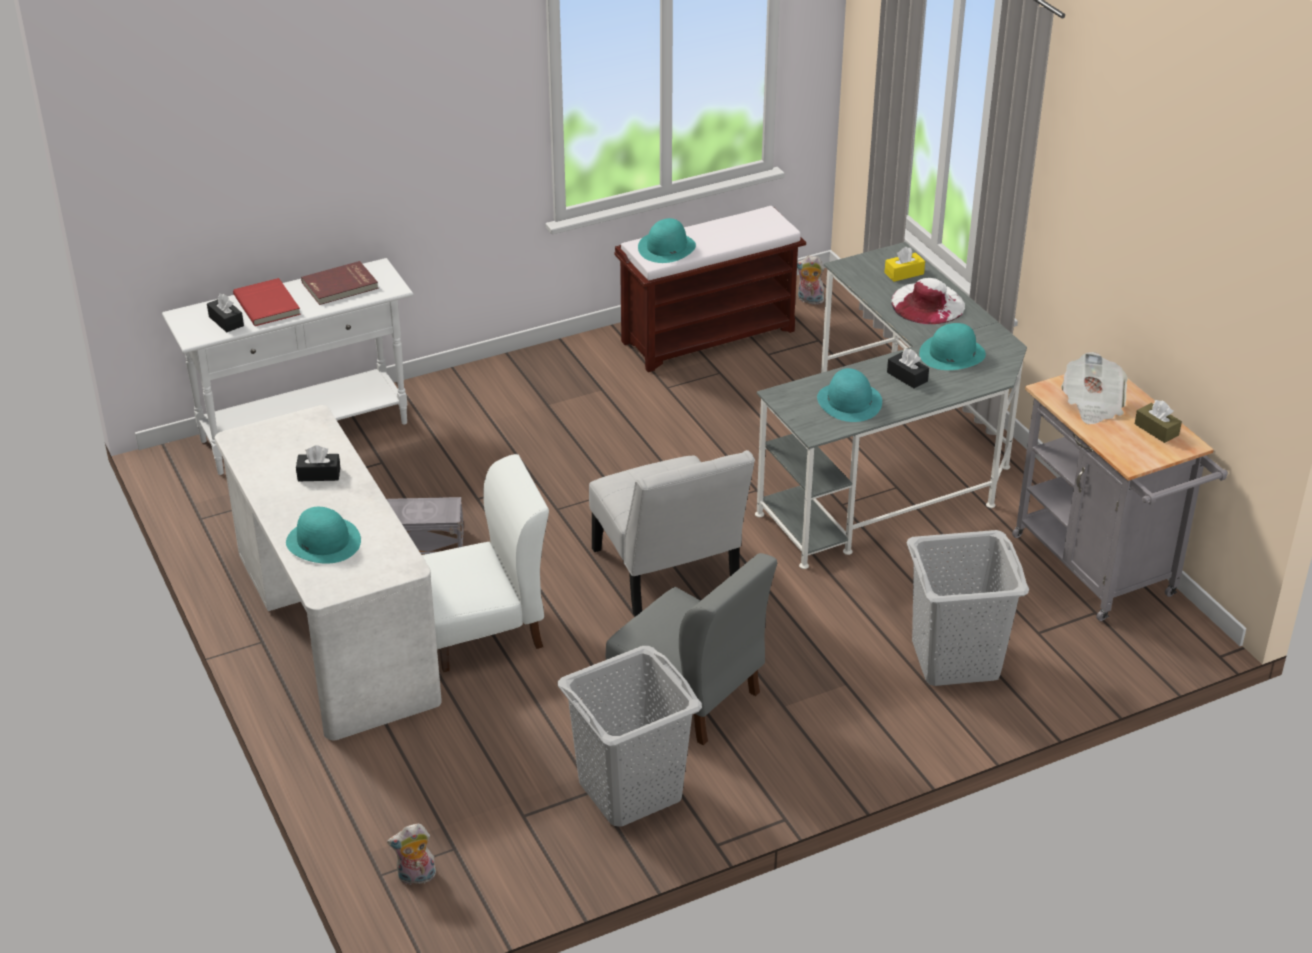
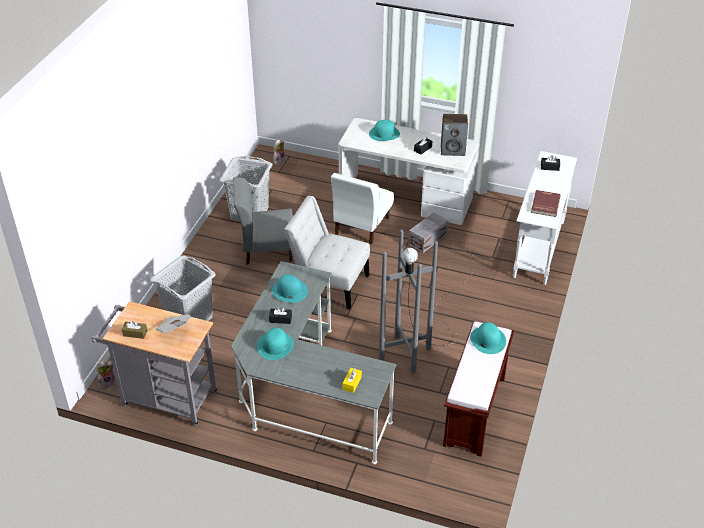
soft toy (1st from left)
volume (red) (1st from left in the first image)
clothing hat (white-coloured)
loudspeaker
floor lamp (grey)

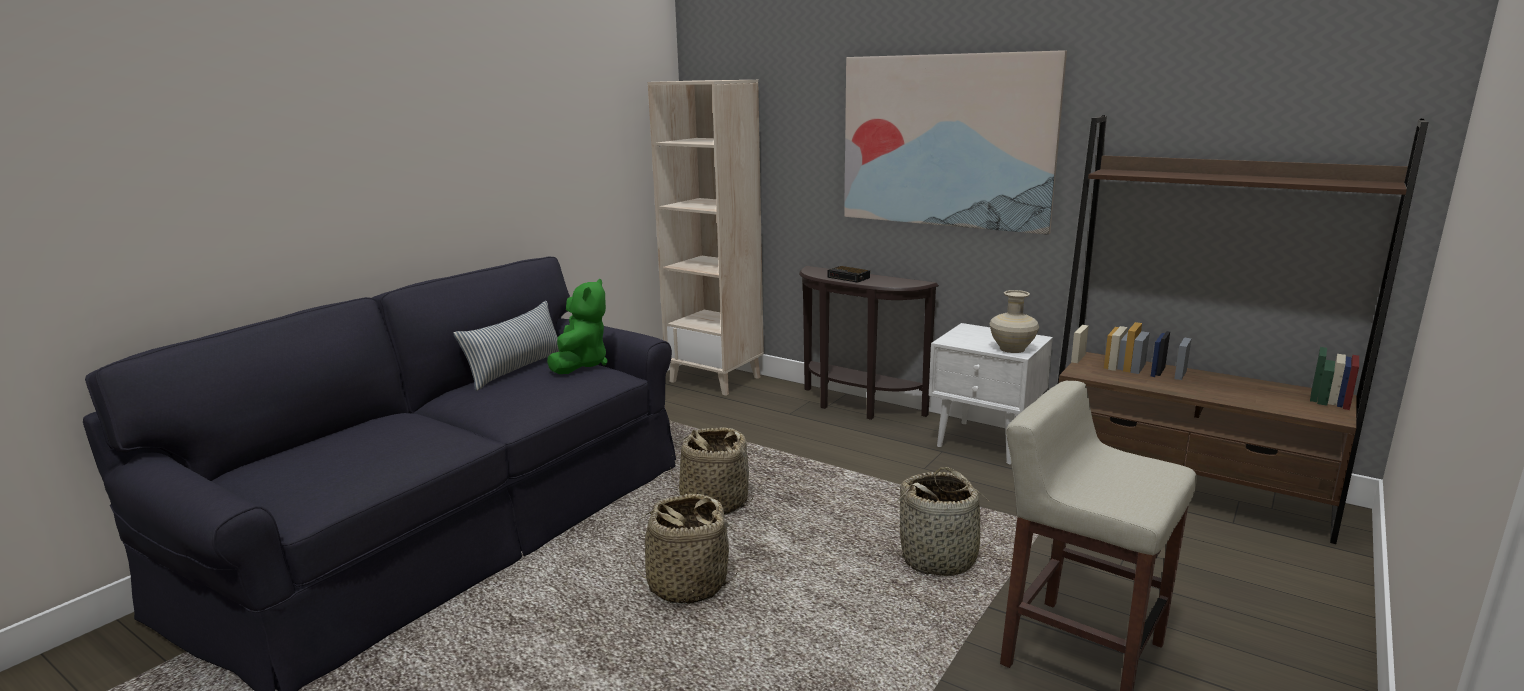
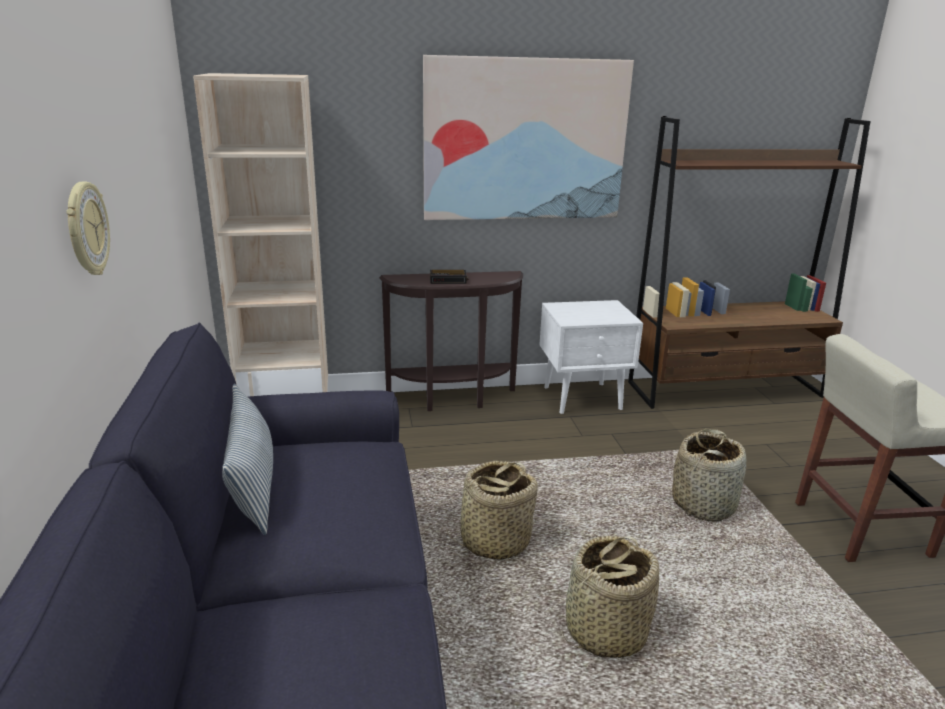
soft toy (greenish)
flower vase (sand-coloured)
hanging clock

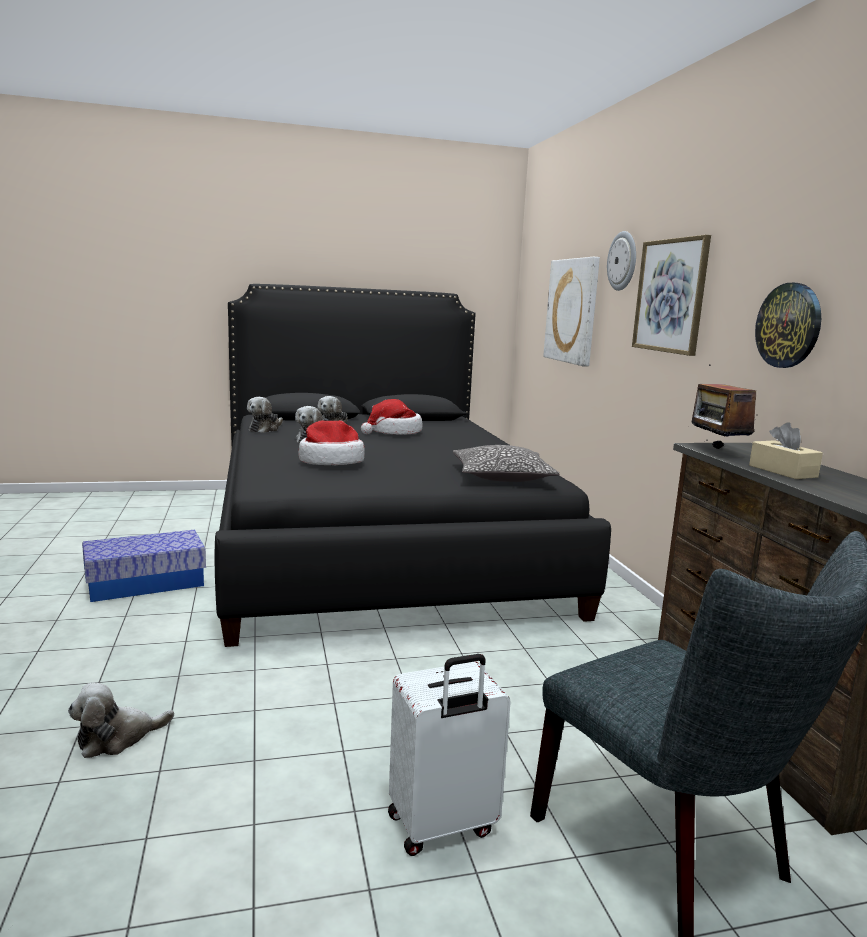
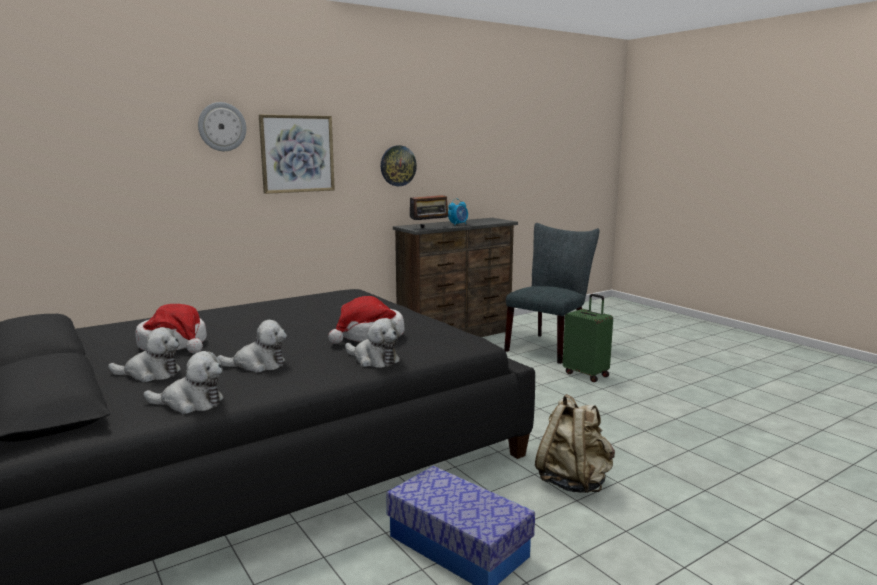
wall art (1st from left in the first image)
alarm clock
throw pillow
travel case (greenish)
soft toy (4th from left)
rucksack (sand-coloured)

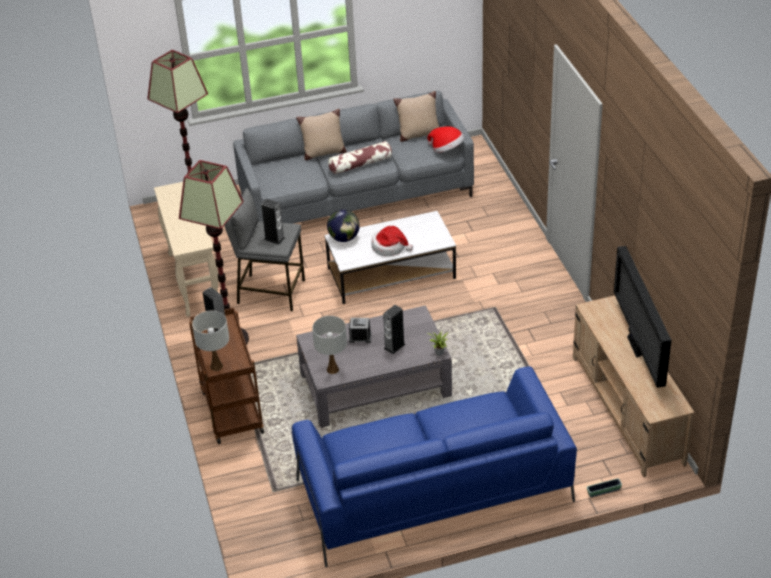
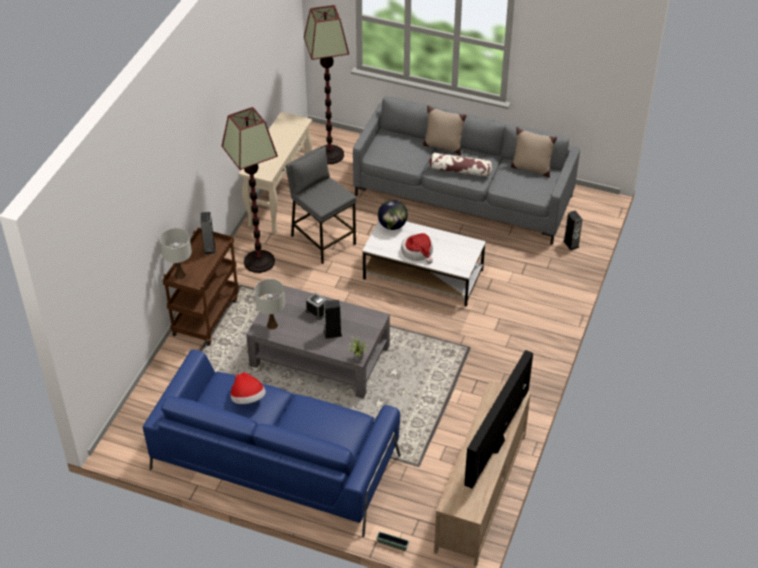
clothing hat (1st from left)
loudspeaker (3rd from left)

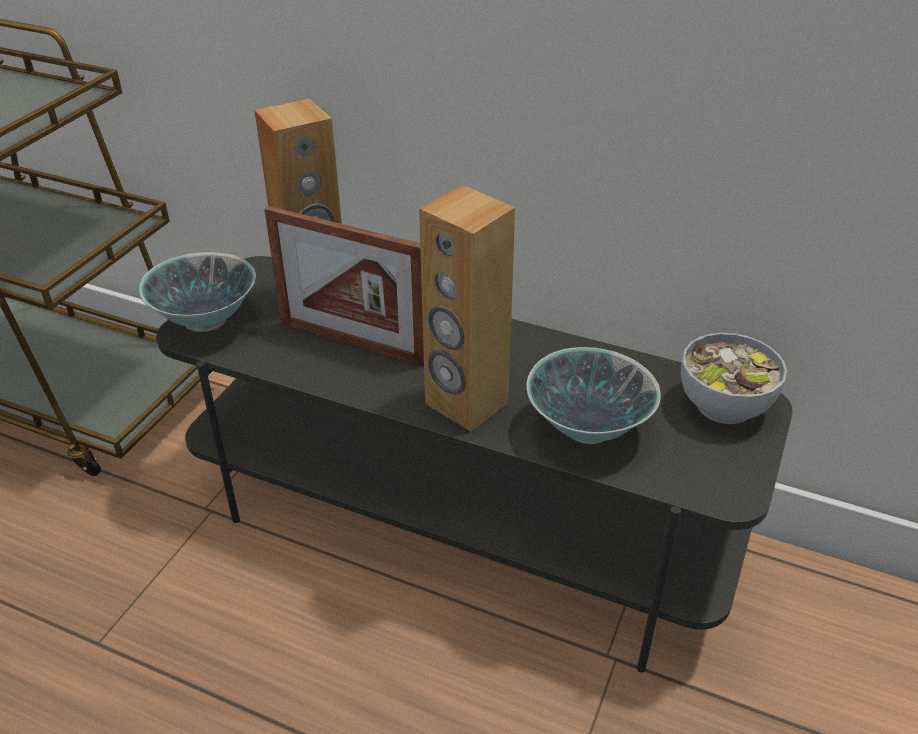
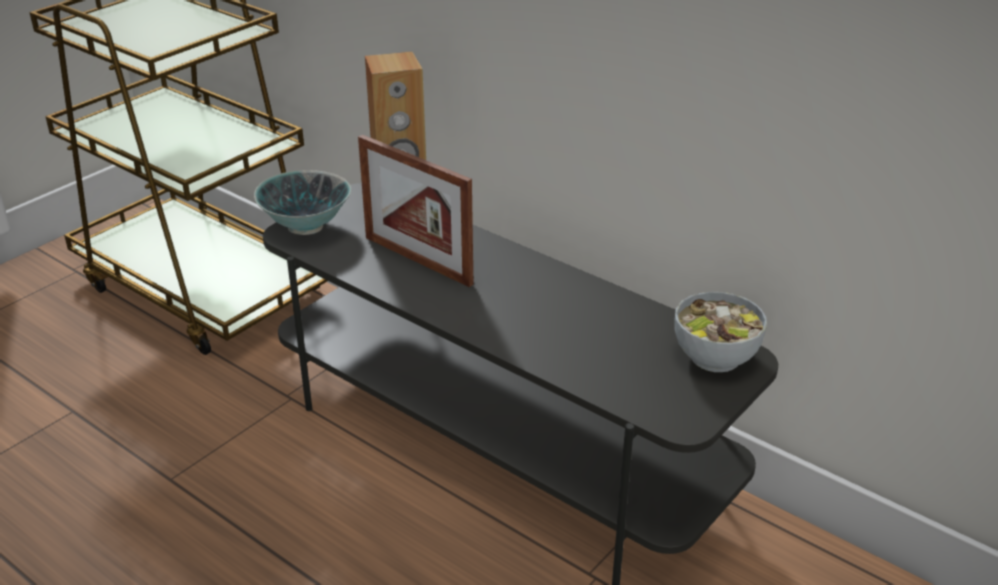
loudspeaker (brown) (2nd from left in the first image)
serving bowl (2nd from left in the first image)

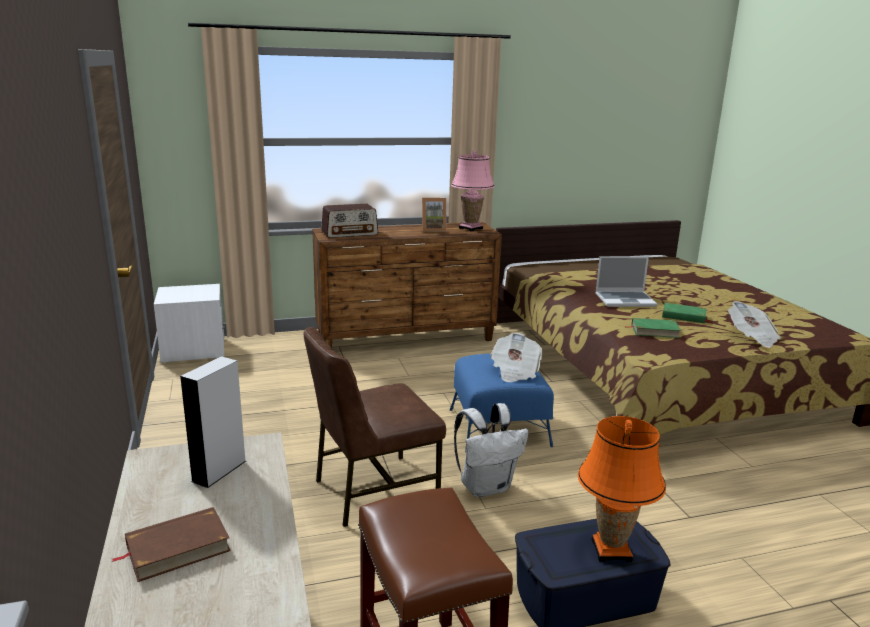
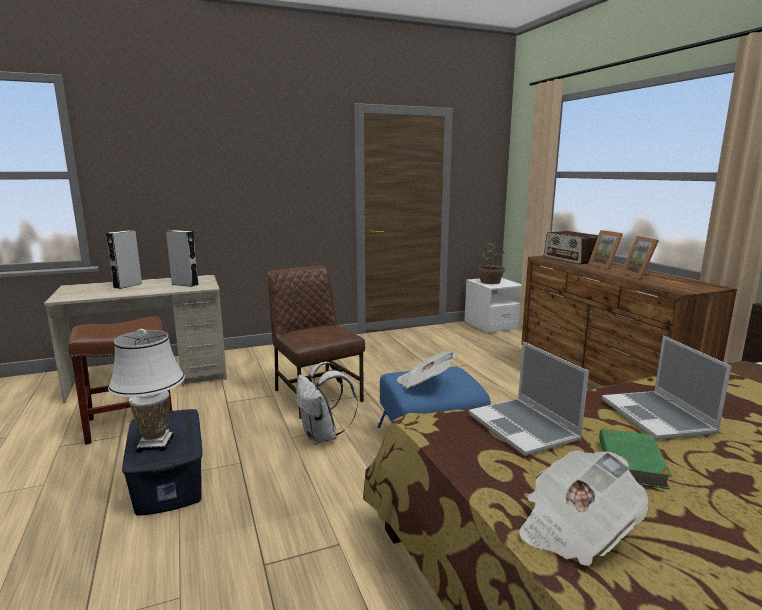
tabletop lamp (pinkish)
notebook computer (1st from left)
tabletop lamp (white-coloured)
loudspeaker (grey) (1st from left)
standing frame (1st from left)
potted plant

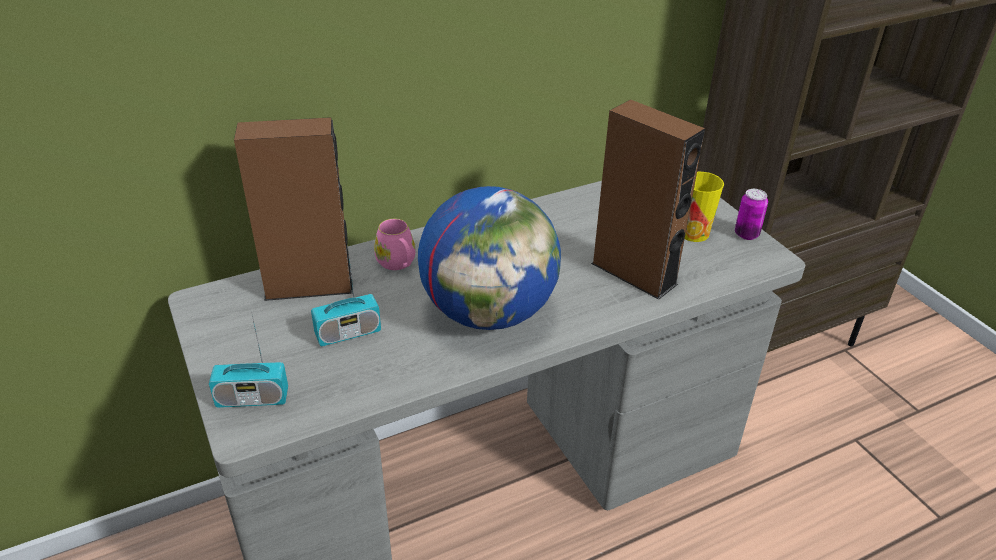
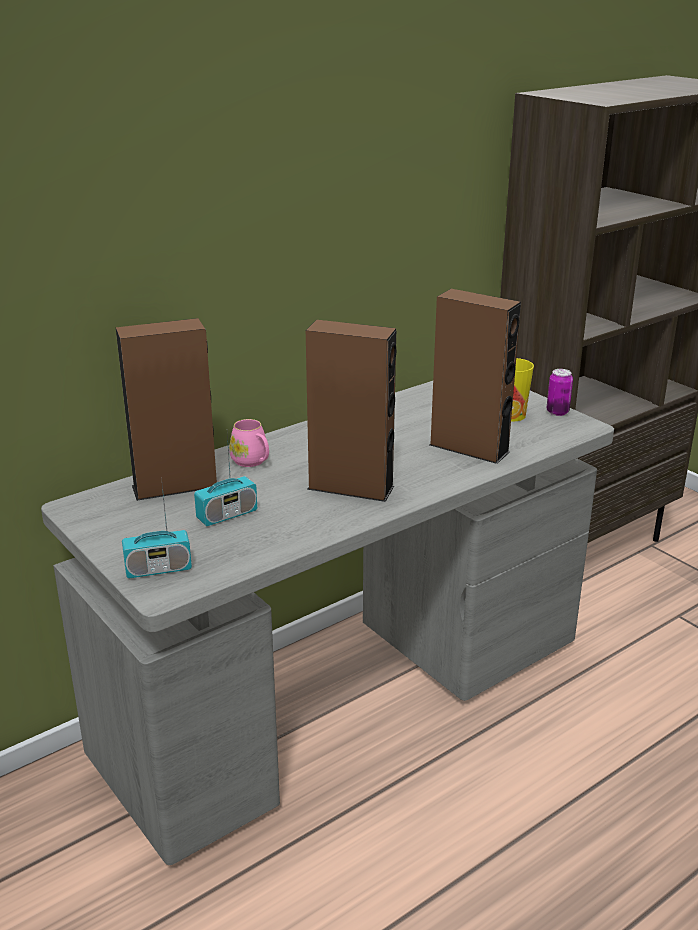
loudspeaker (brown) (2nd from left)

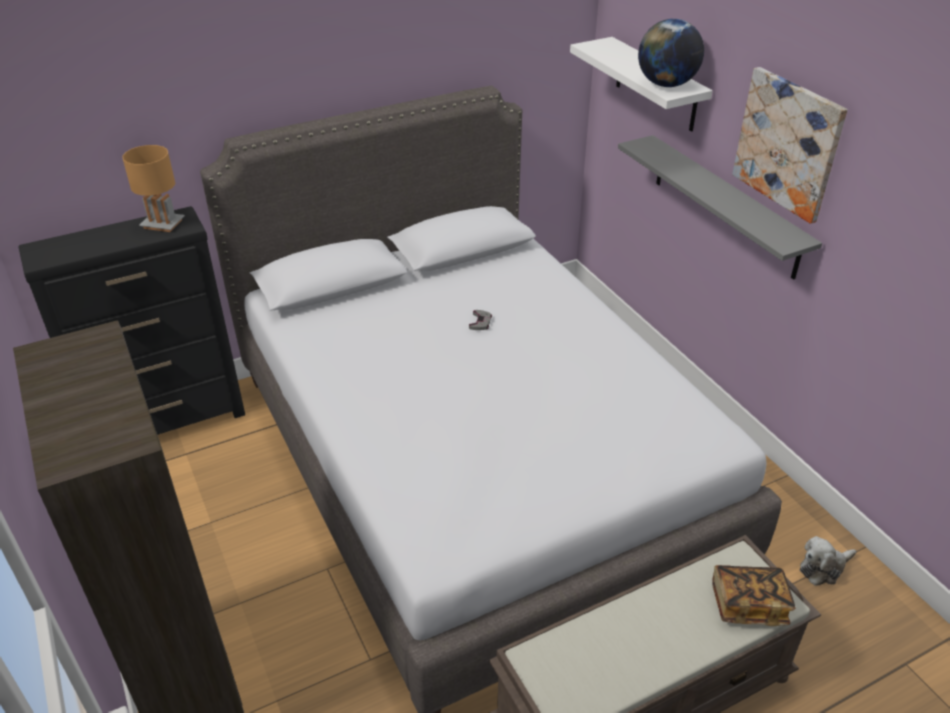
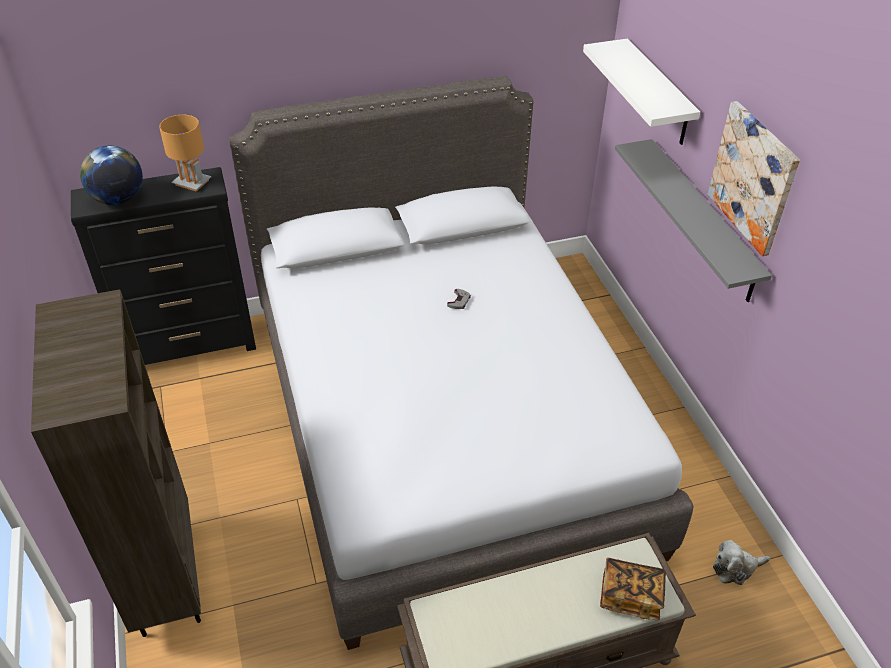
world globe

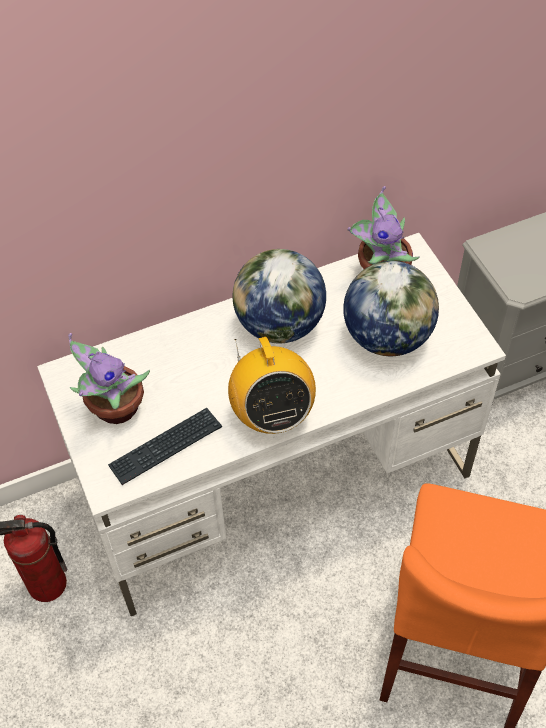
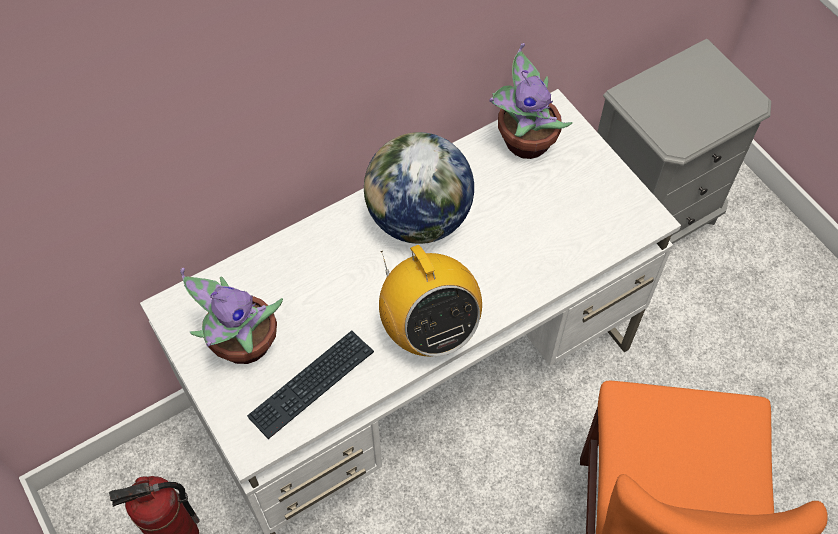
world globe (2nd from left in the first image)

